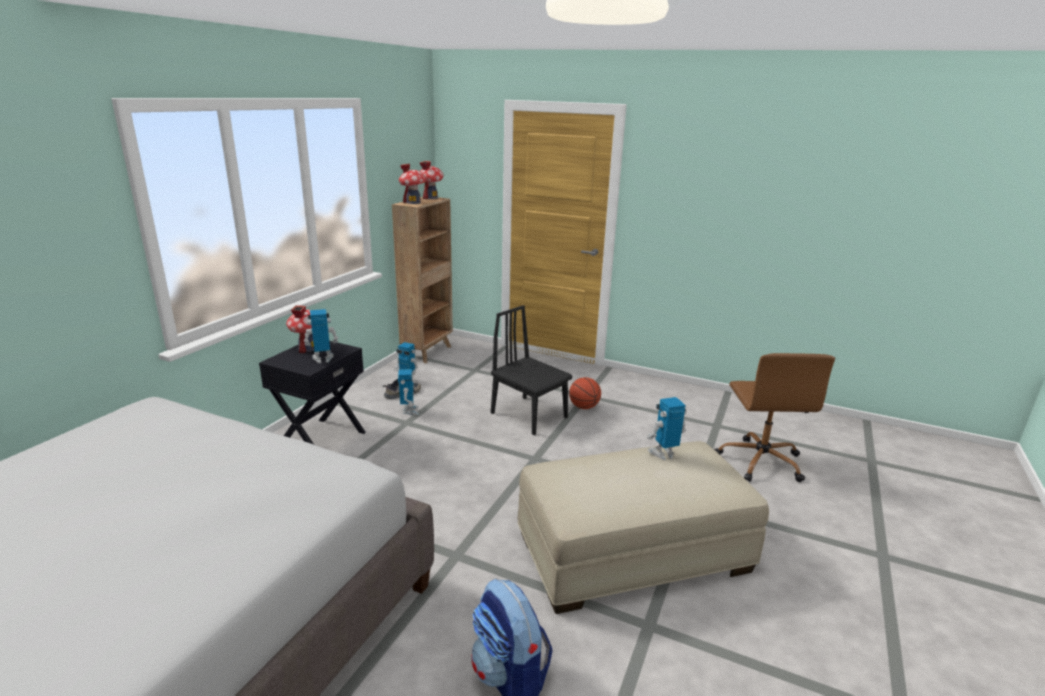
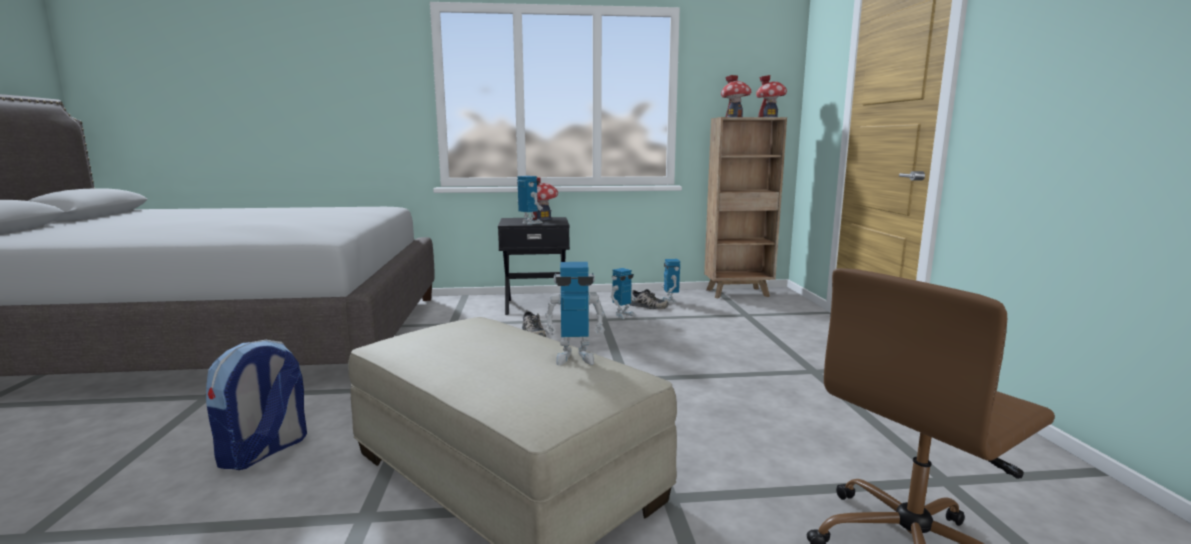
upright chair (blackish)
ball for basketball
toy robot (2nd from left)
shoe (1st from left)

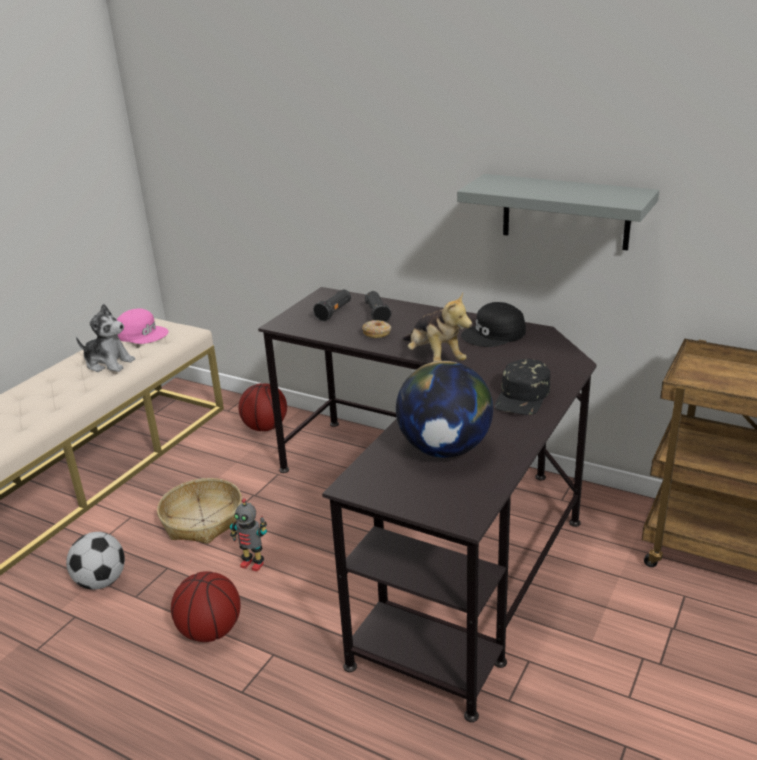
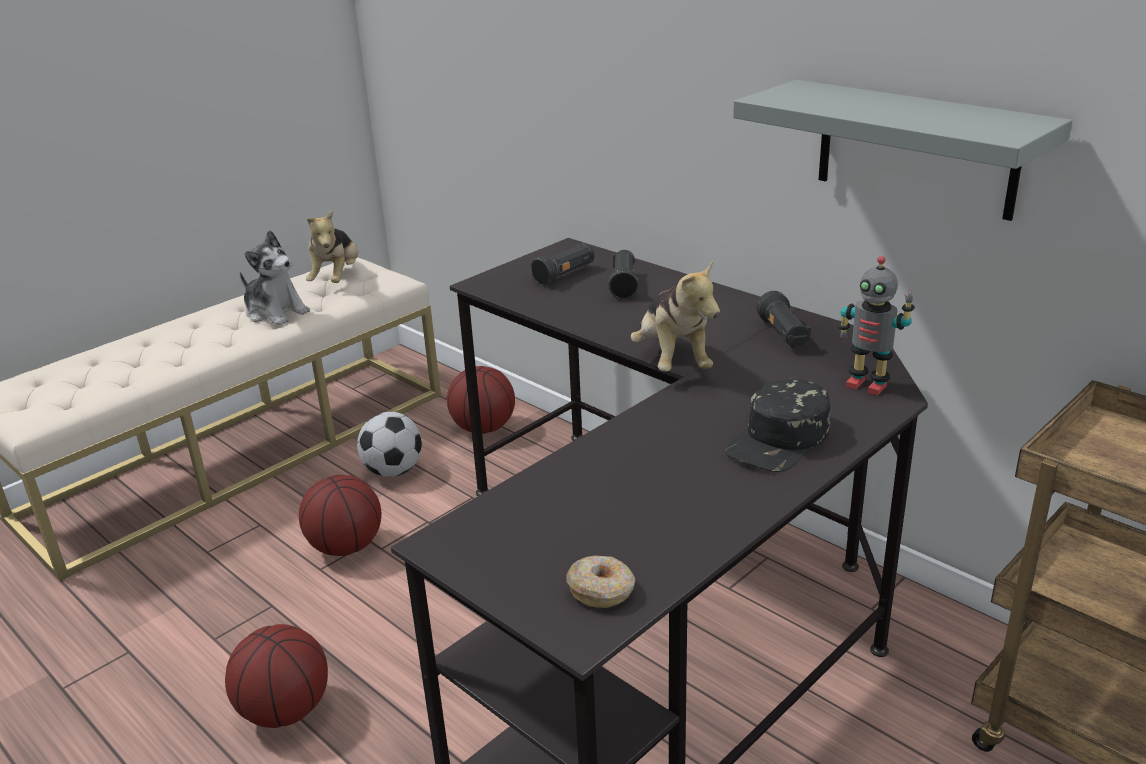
hand torch (blackish) (3rd from left)
soft toy (2nd from left)
ring doughnut
world globe
ball for basketball (2nd from left)
toy robot
football

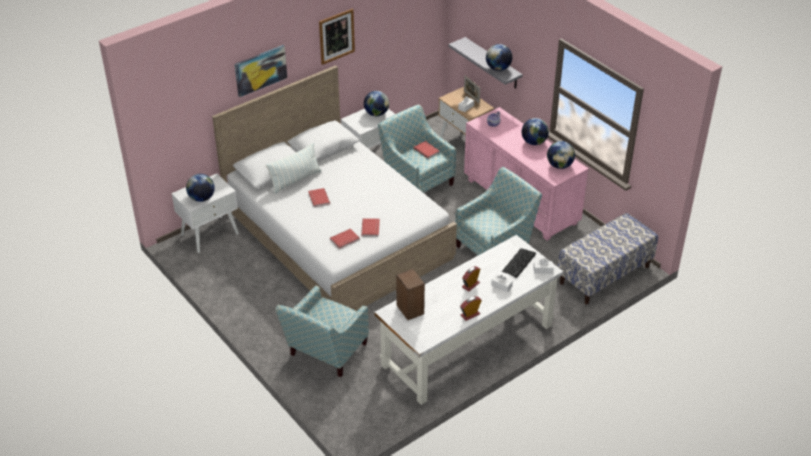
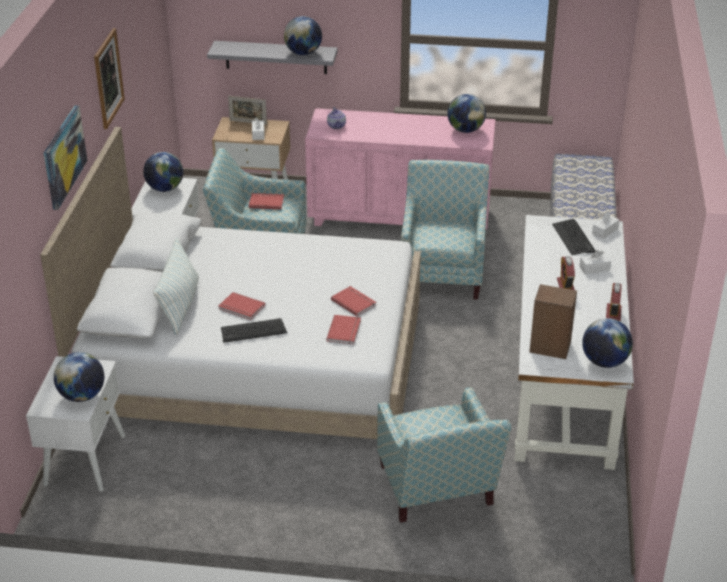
world globe (5th from left)
PC keyboard (1st from left)

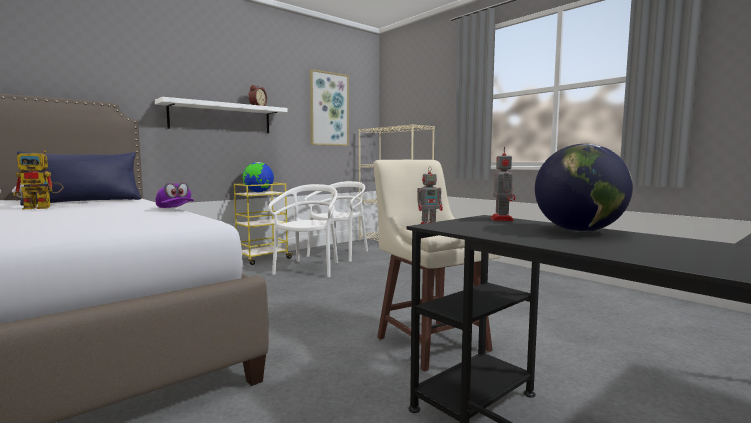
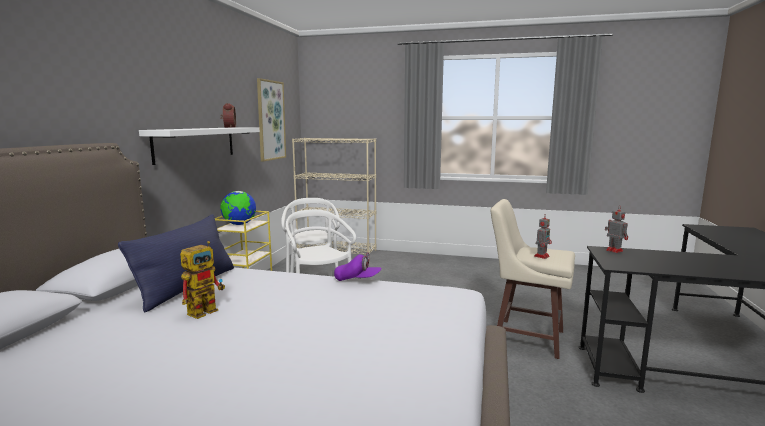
world globe (2nd from left in the first image)

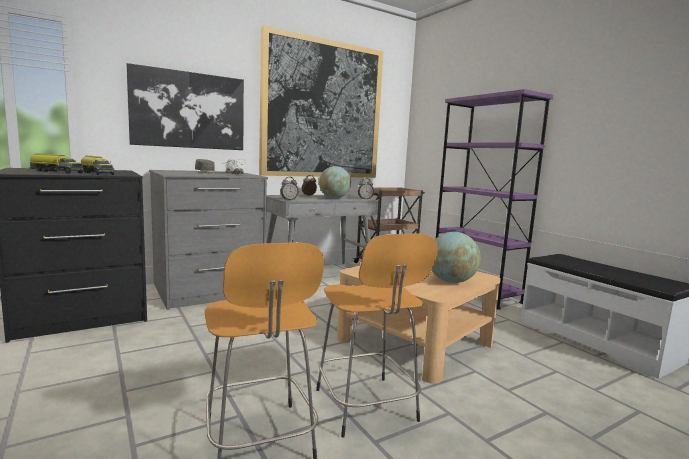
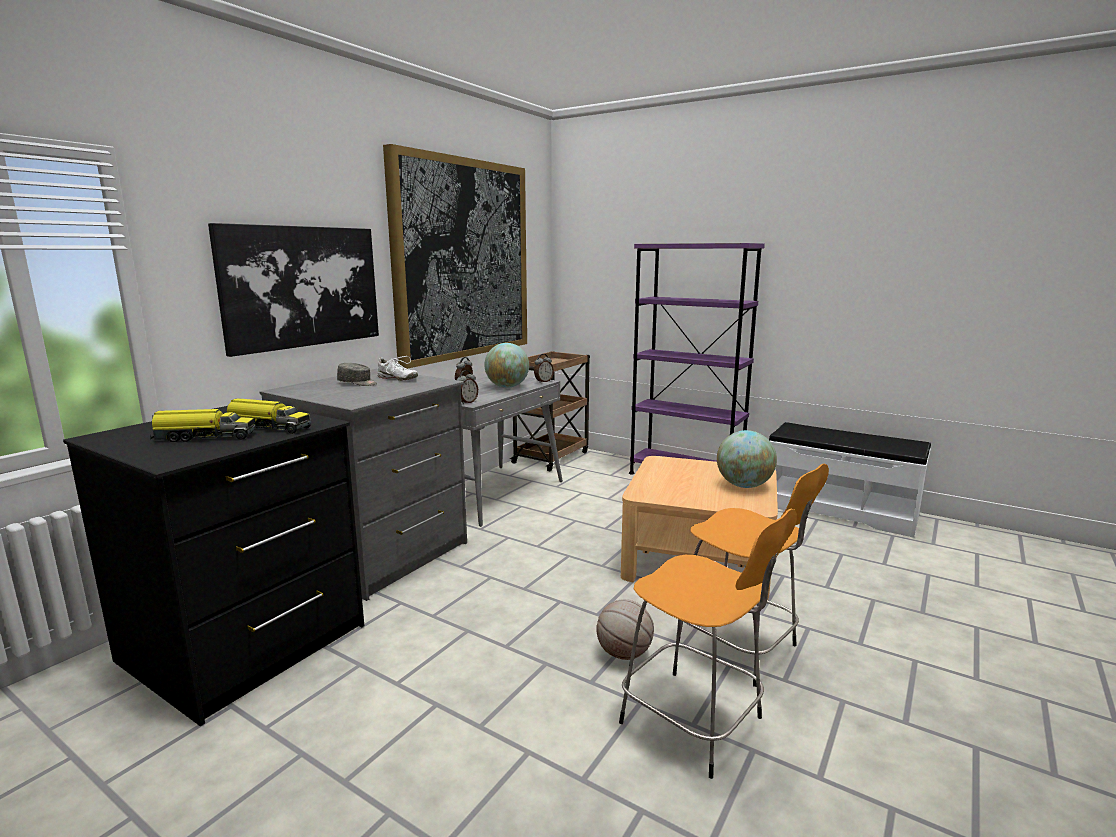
ball for basketball

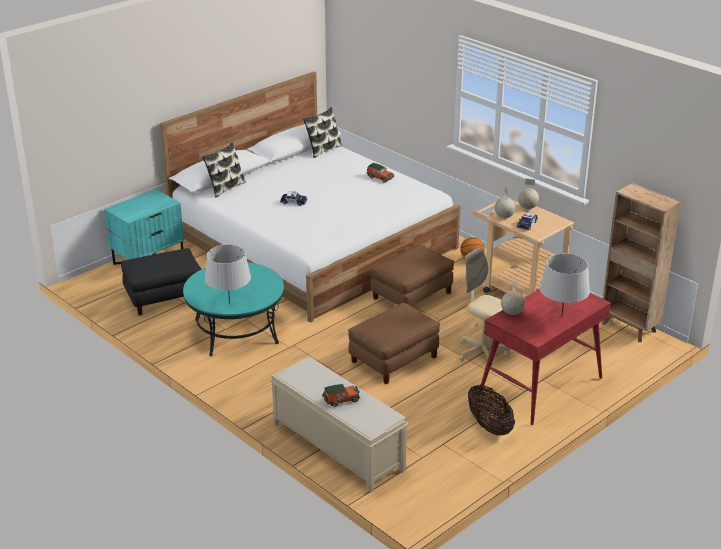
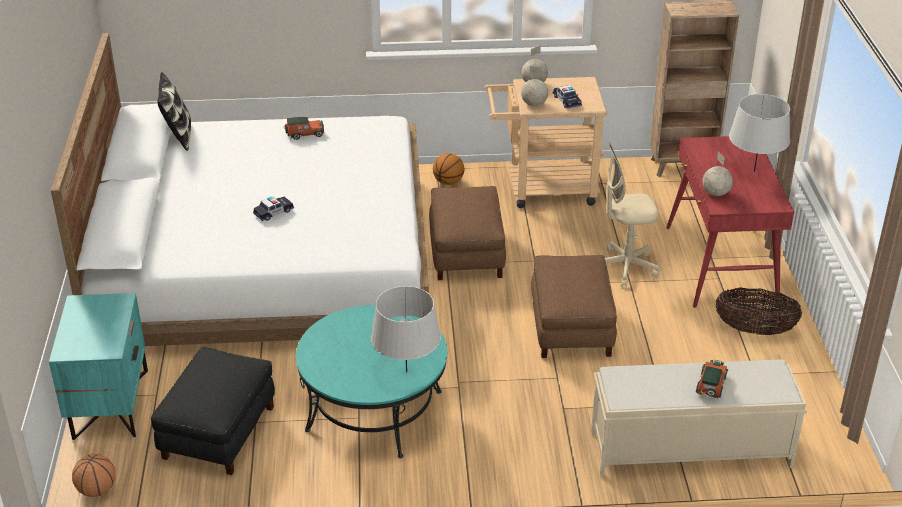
throw pillow (1st from left in the first image)
ball for basketball (1st from left)

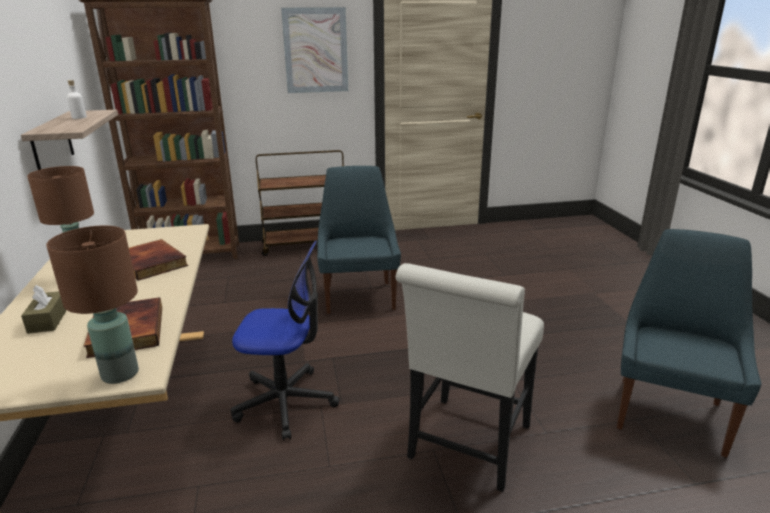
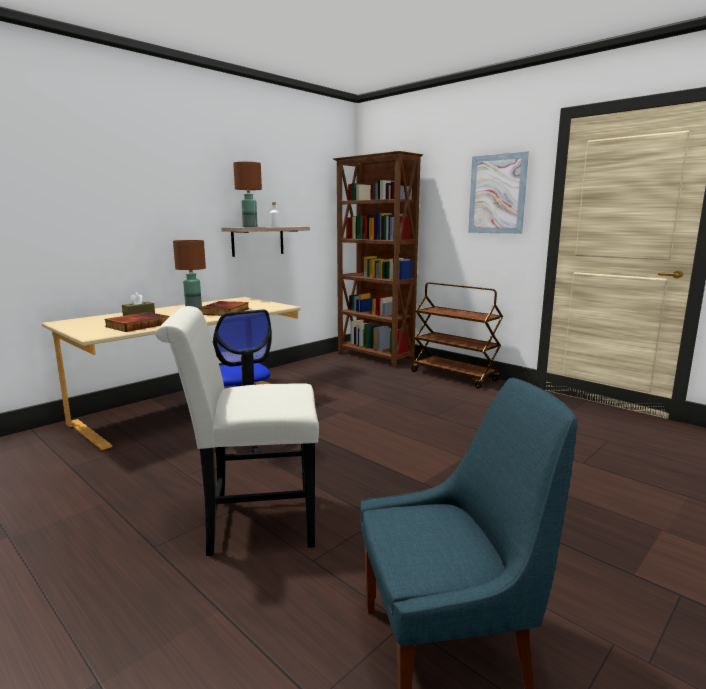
upright chair (blue-coloured) (1st from left in the first image)
tabletop lamp (brown) (2nd from left)

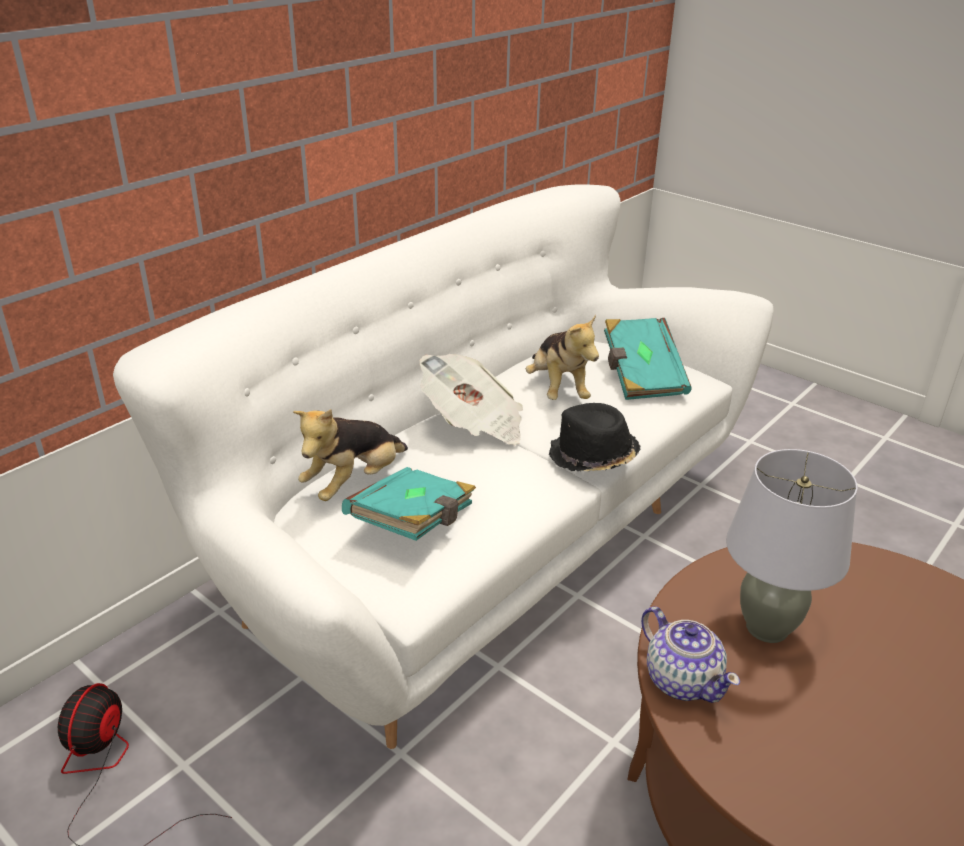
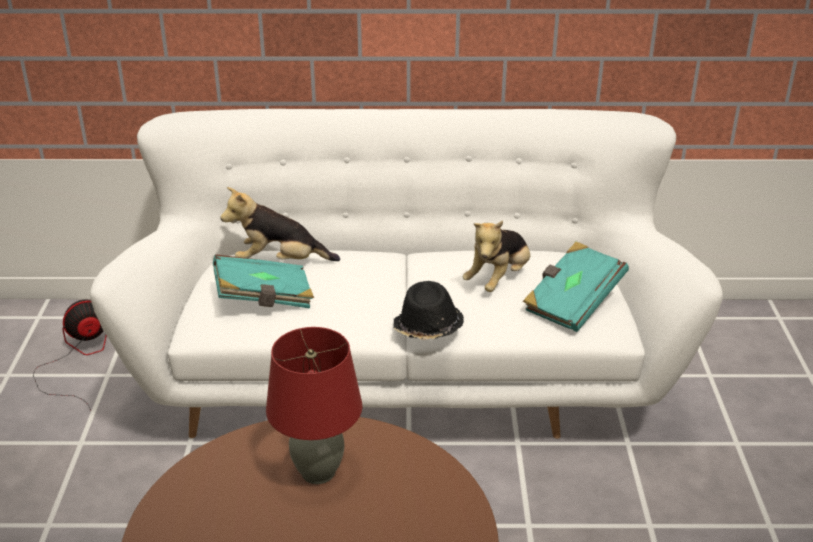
daily paper
tabletop lamp (red)
teapot

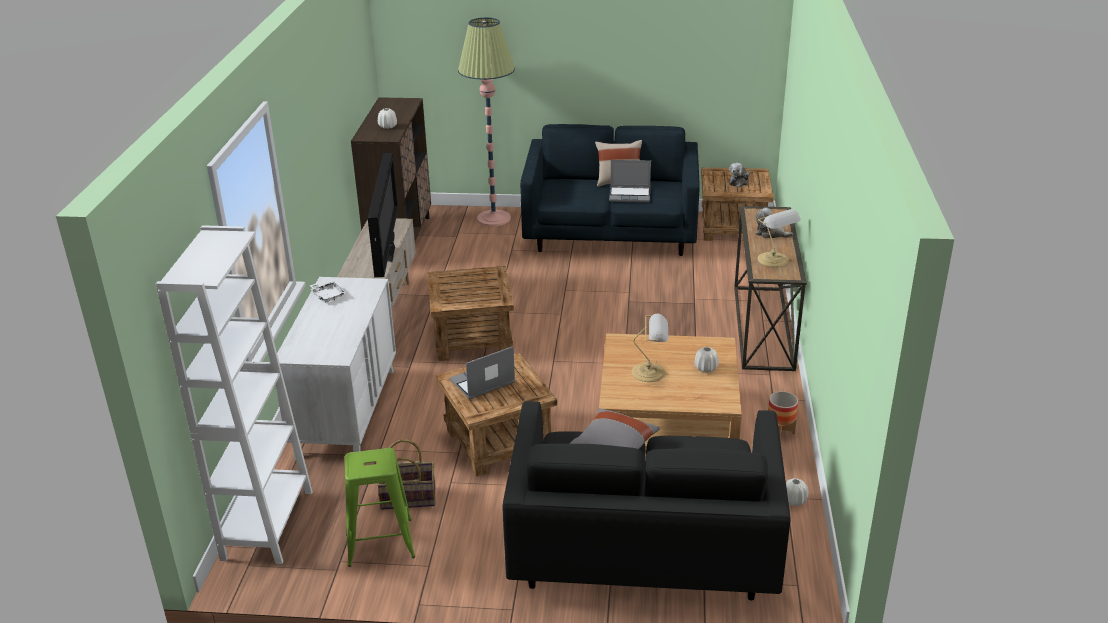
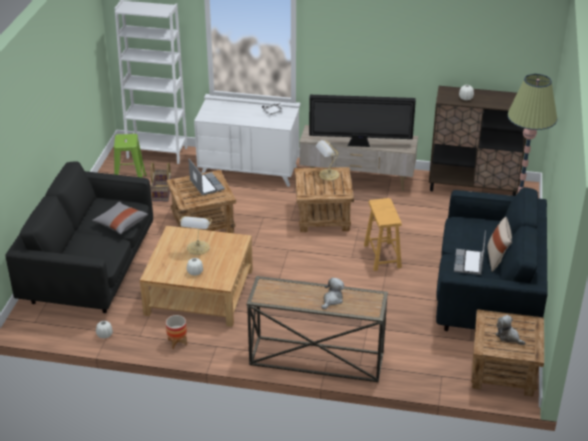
tabletop lamp (2nd from left)
stool seat (brown)

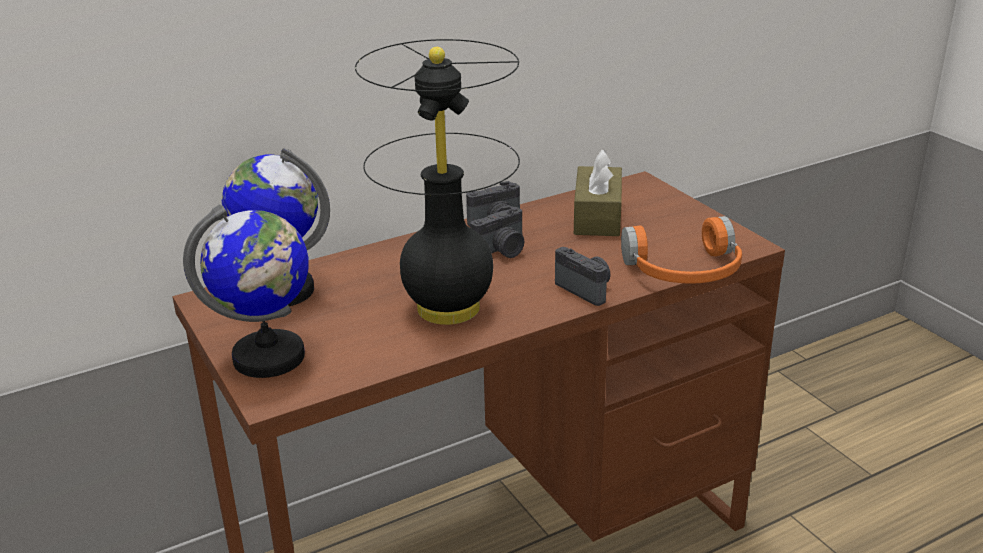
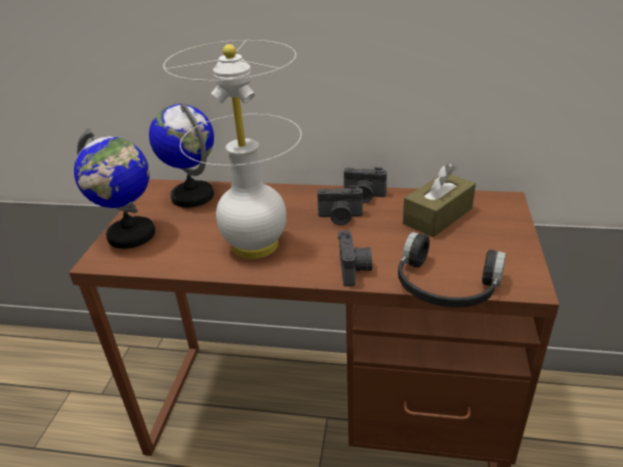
tabletop lamp (white-coloured)
headphones (blackish)

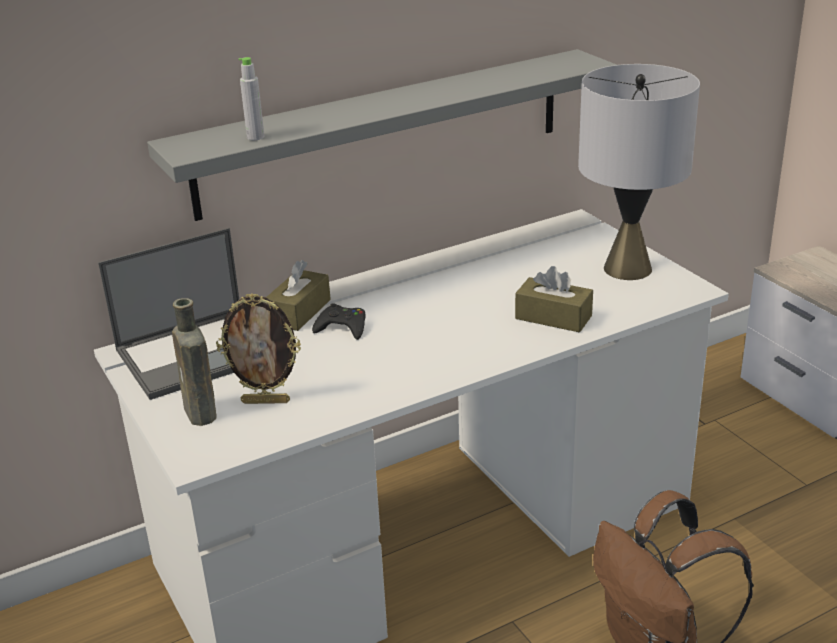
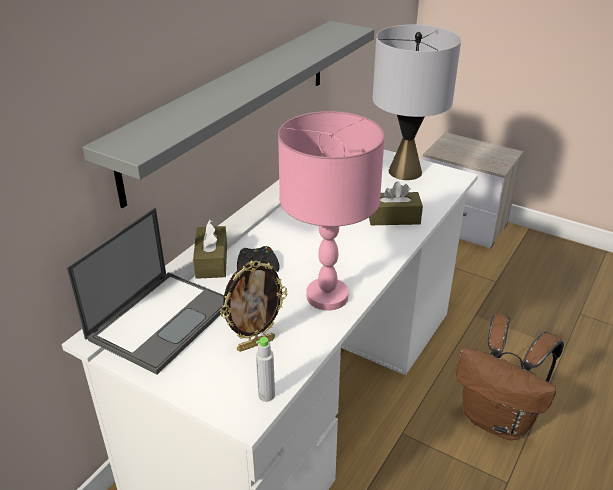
beverage bottle (grey)
beverage bottle (brown)
tabletop lamp (pinkish)

